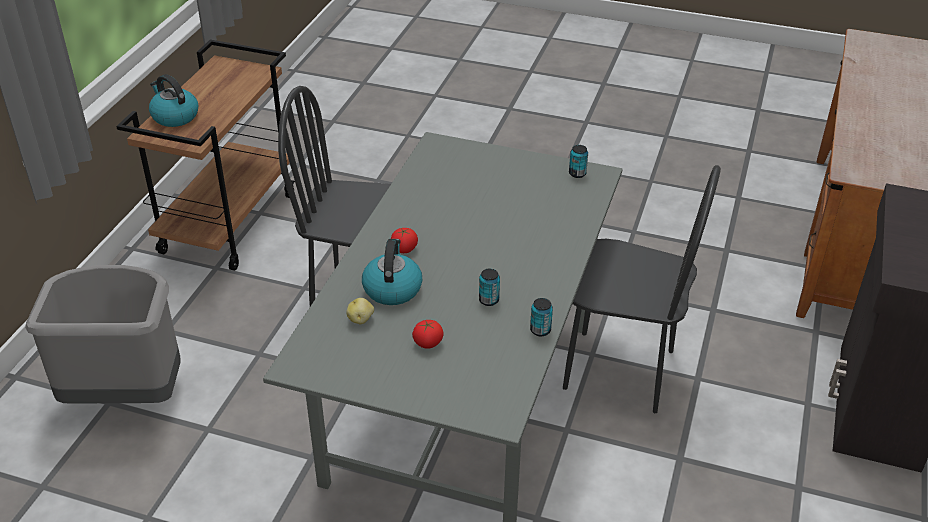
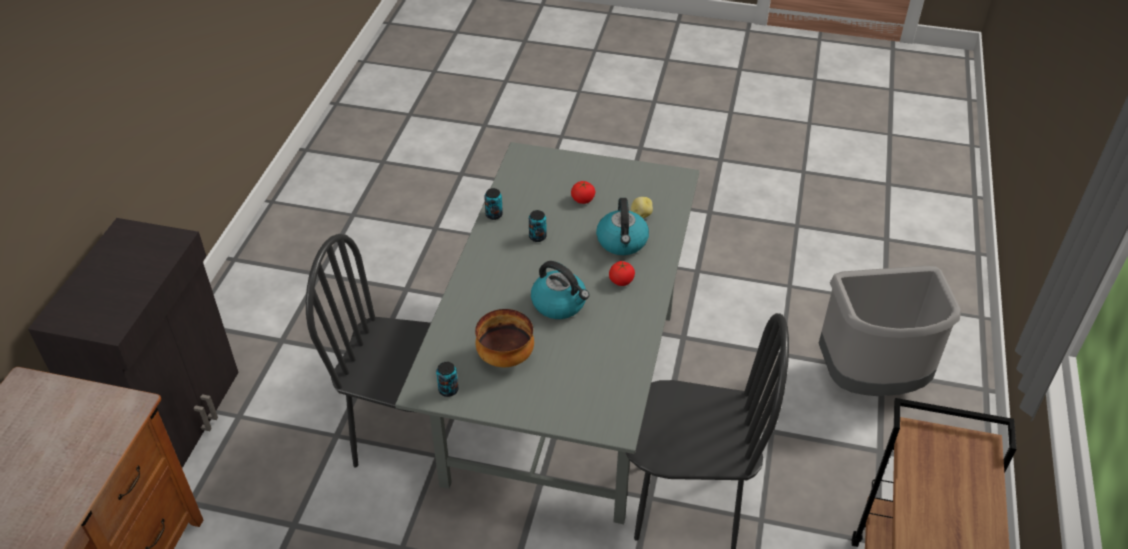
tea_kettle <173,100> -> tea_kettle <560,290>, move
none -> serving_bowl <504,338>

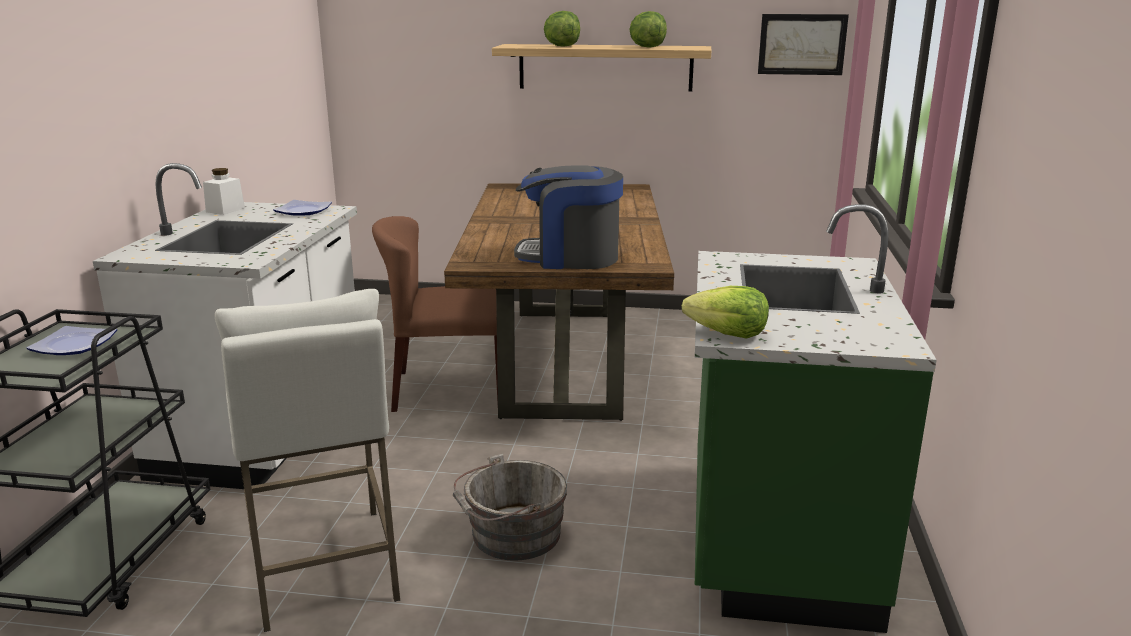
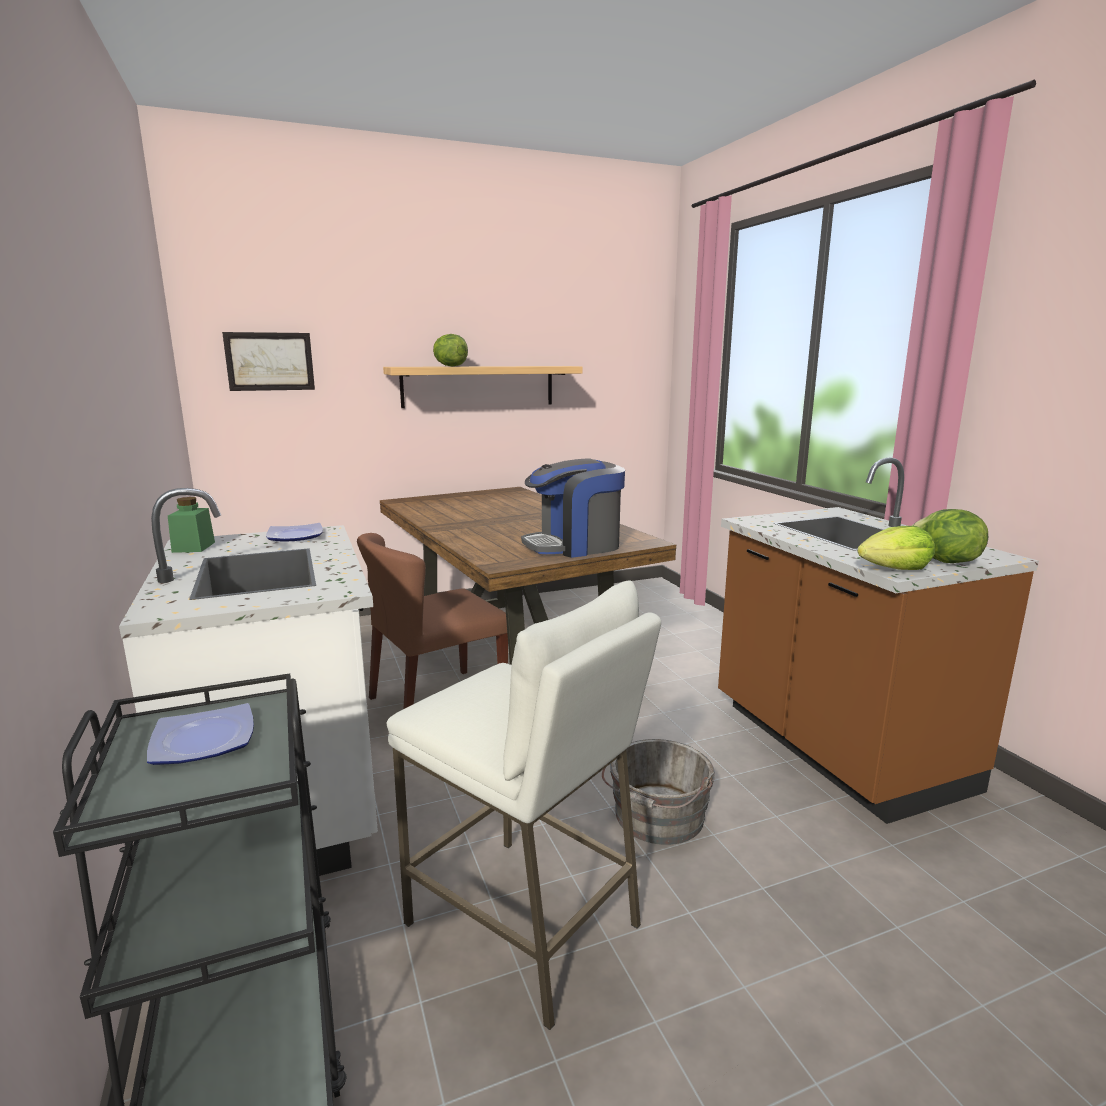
head_of_lettuce <648,29> -> head_of_lettuce <950,536>, move
wall_picture <803,44> -> wall_picture <268,361>, move
white-coloured_jar <224,191> -> green_jar <191,525>
green_kitchen_counter <816,418> -> brown-coloured_kitchen_counter <878,640>

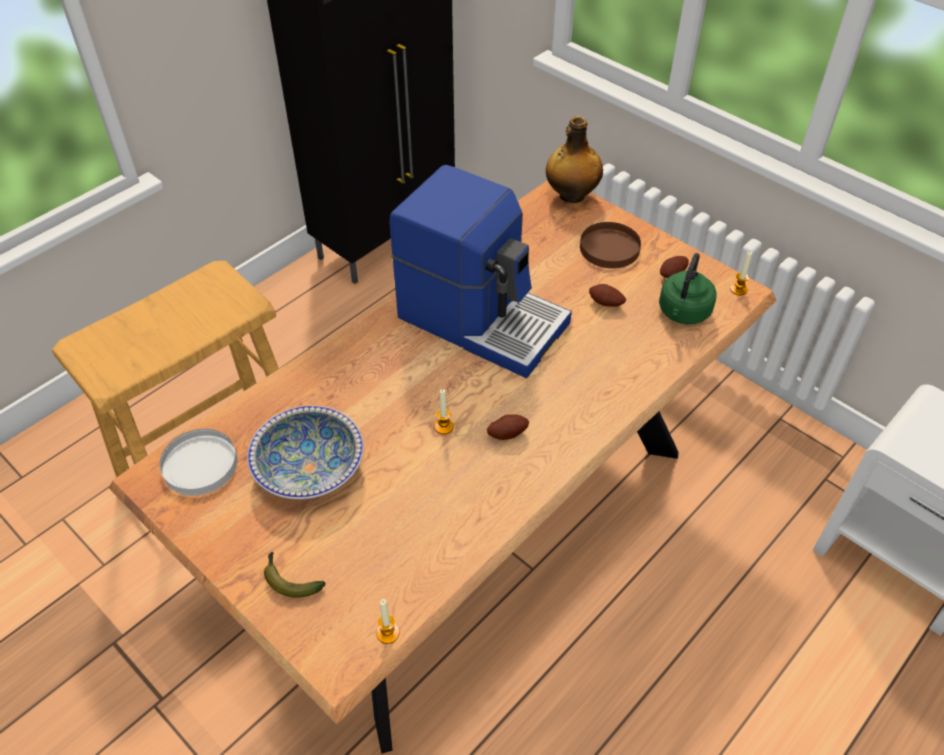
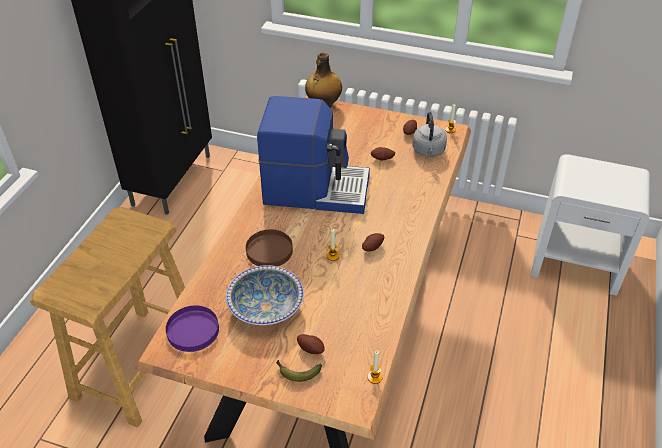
brown-coloured_dinner_plate <610,245> -> brown-coloured_dinner_plate <269,247>, move
green_tea_kettle <688,288> -> gray_tea_kettle <429,134>
white-coloured_dinner_plate <198,462> -> purple_dinner_plate <192,329>
none -> potato <311,344>

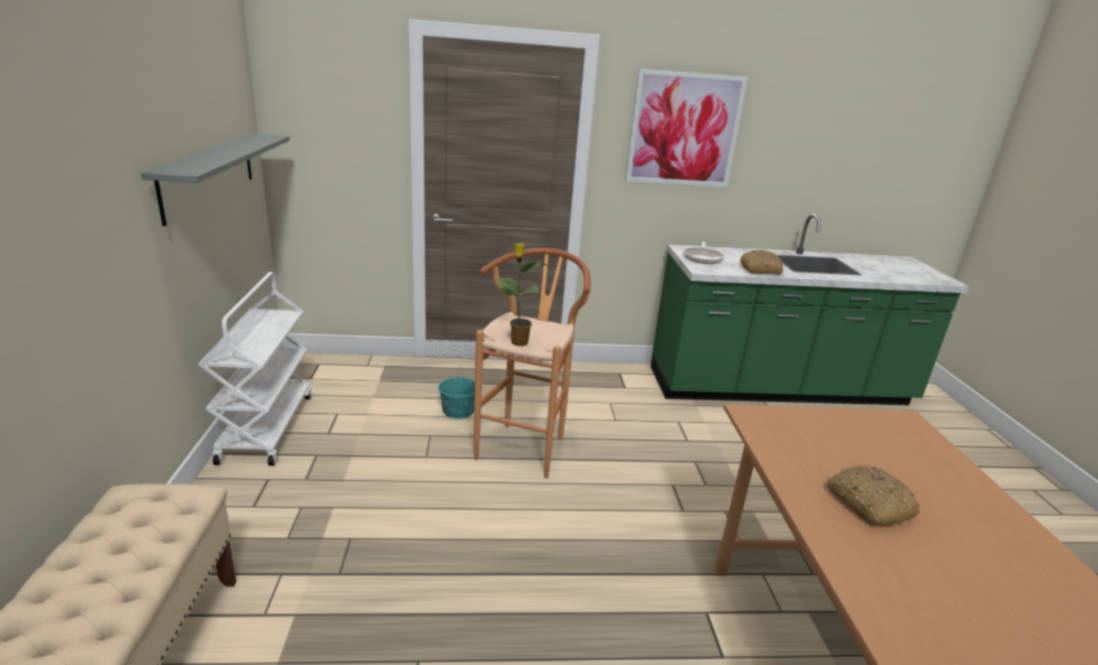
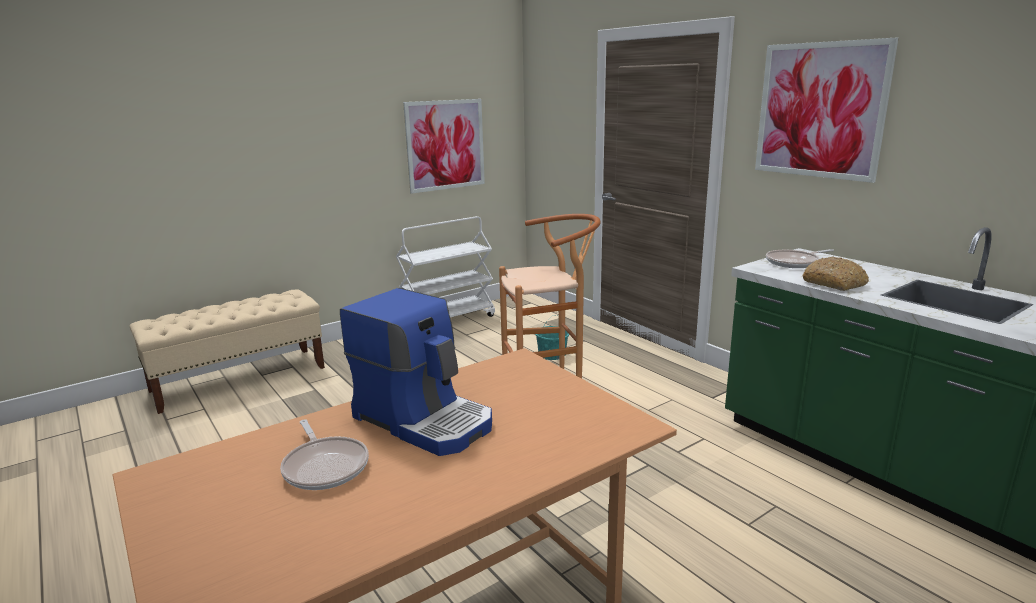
gray_bracket_shelf <215,180> -> wall_picture <444,146>
plant_in_a_pot <521,294> -> none
bread <873,495> -> coffee_maker <416,372>
none -> skillet <324,454>

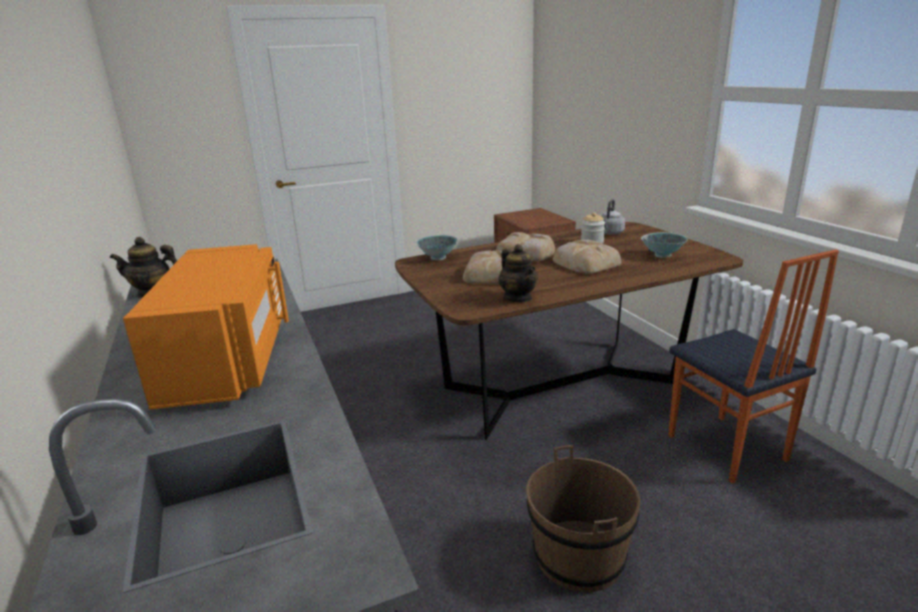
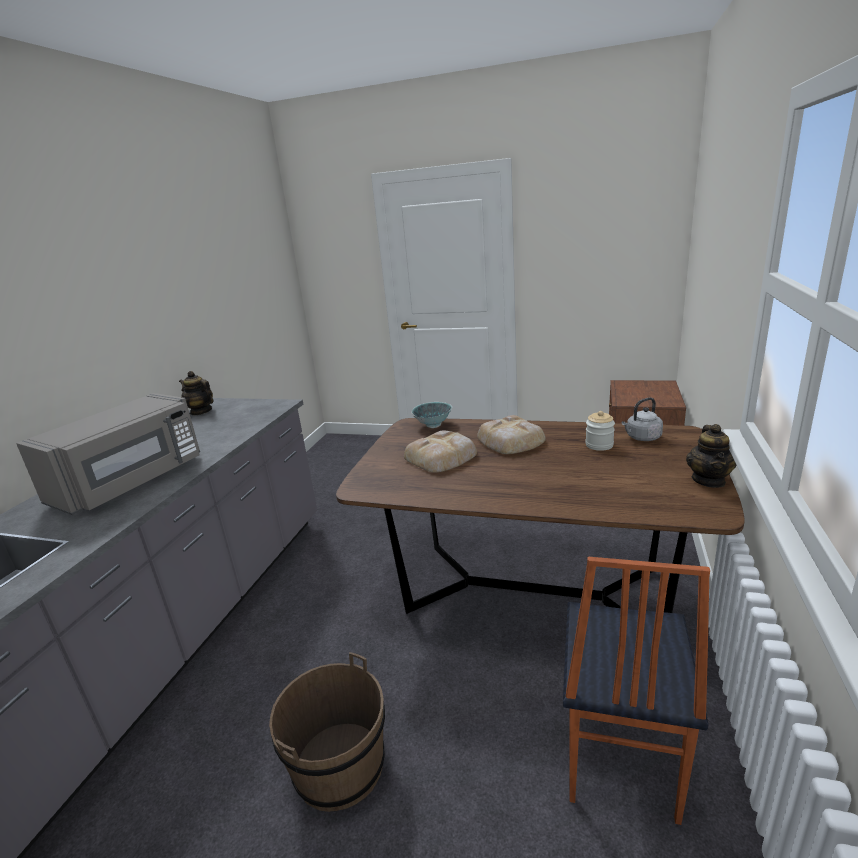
serving_bowl <664,245> -> none
bread <587,256> -> none
orange_microwave <206,327> -> gray_microwave <108,454>
pot_for_tea <518,273> -> pot_for_tea <711,456>, move

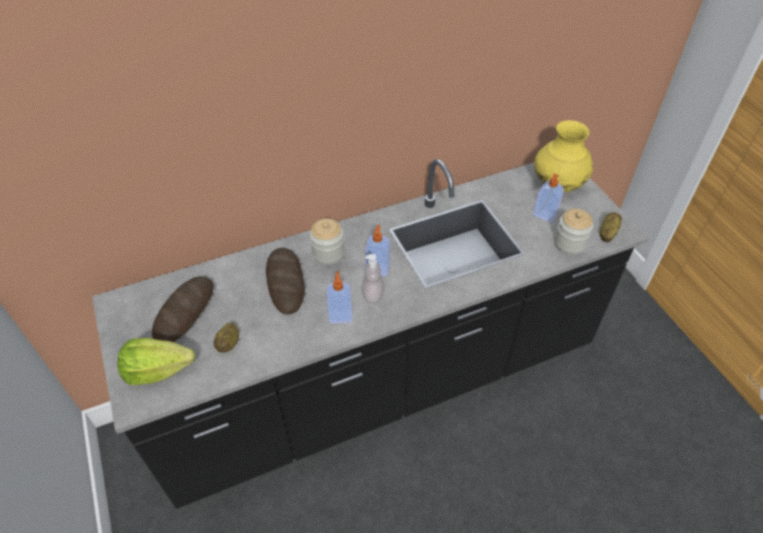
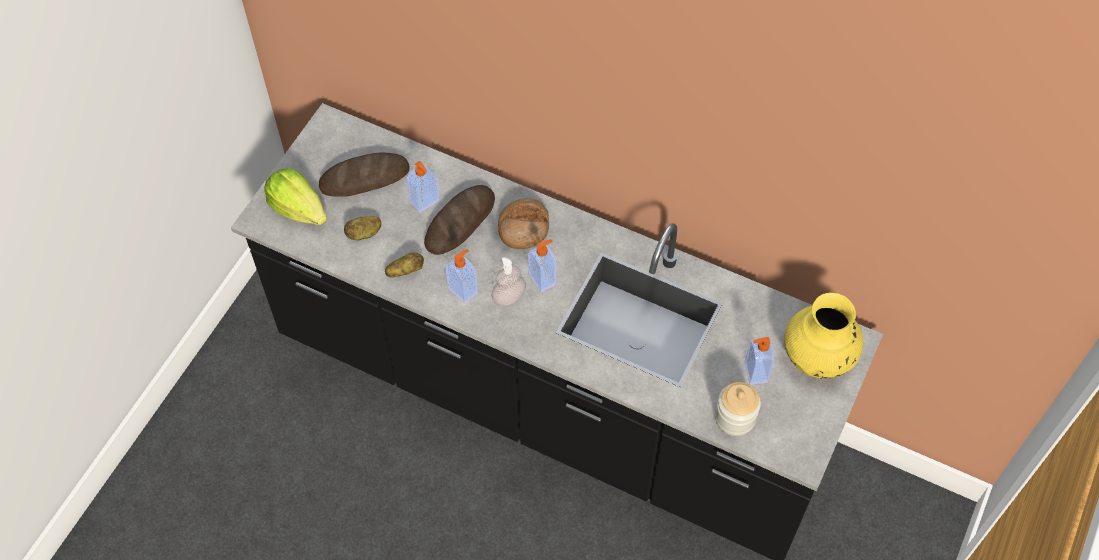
potato <611,227> -> potato <404,265>, move
jar <327,242> -> bread <523,223>
none -> soap_dispenser <423,187>

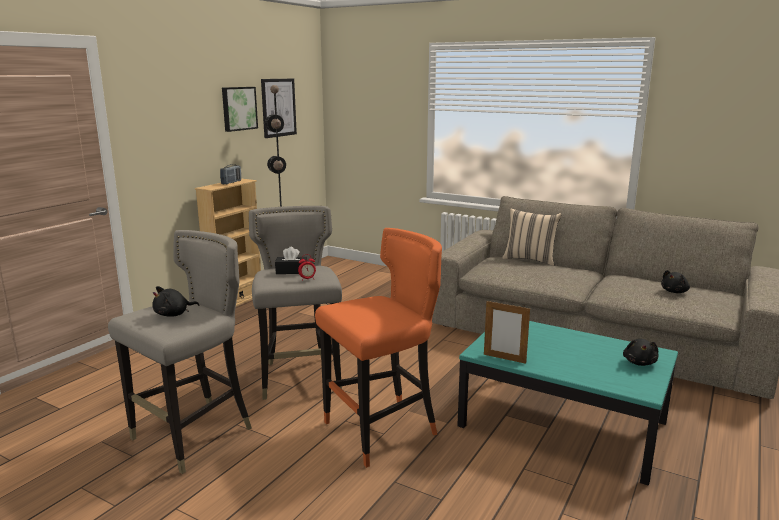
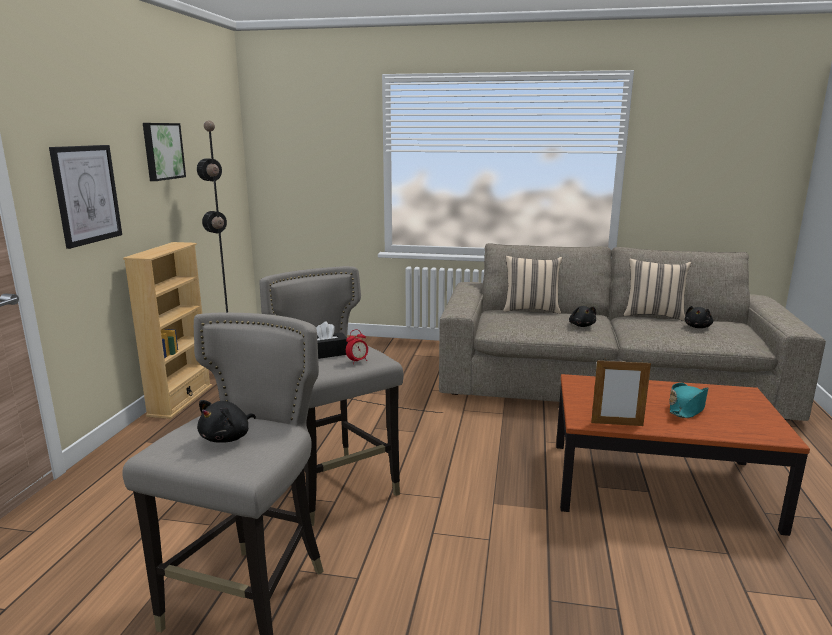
wall_picture <279,108> -> wall_picture <85,197>, move
radio <230,174> -> none
orange_sitting_stool <378,348> -> none
turquoise-coloured_lounge_table <567,403> -> brown-coloured_lounge_table <683,455>
blackish_plush_toy <641,352> -> blackish_plush_toy <582,316>, move
none -> beige_pillow <657,290>
none -> turquoise-coloured_clothing_hat <688,400>

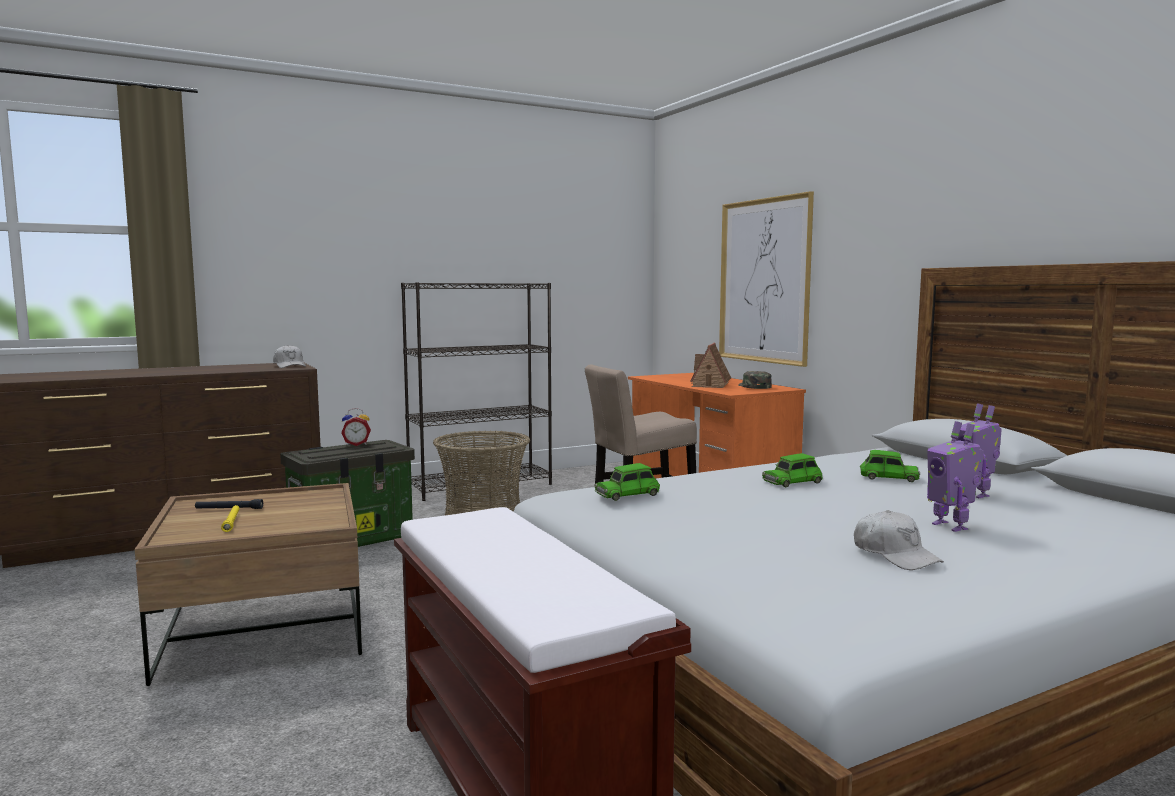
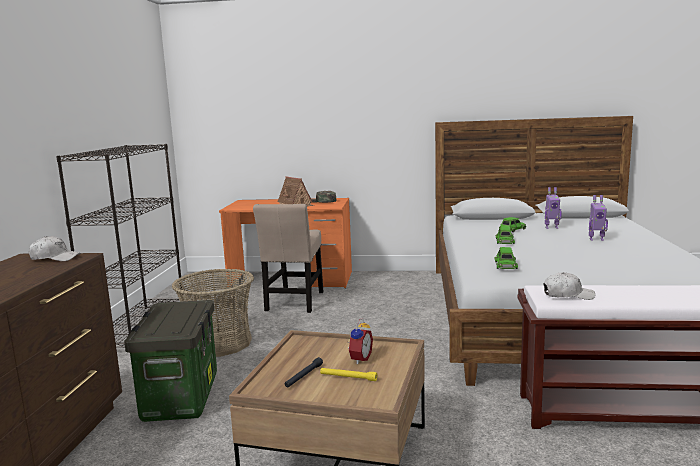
wall_picture <766,279> -> none
table_clock <356,427> -> table_clock <360,341>, move
white-coloured_peaked_cap <899,540> -> white-coloured_peaked_cap <569,286>, move

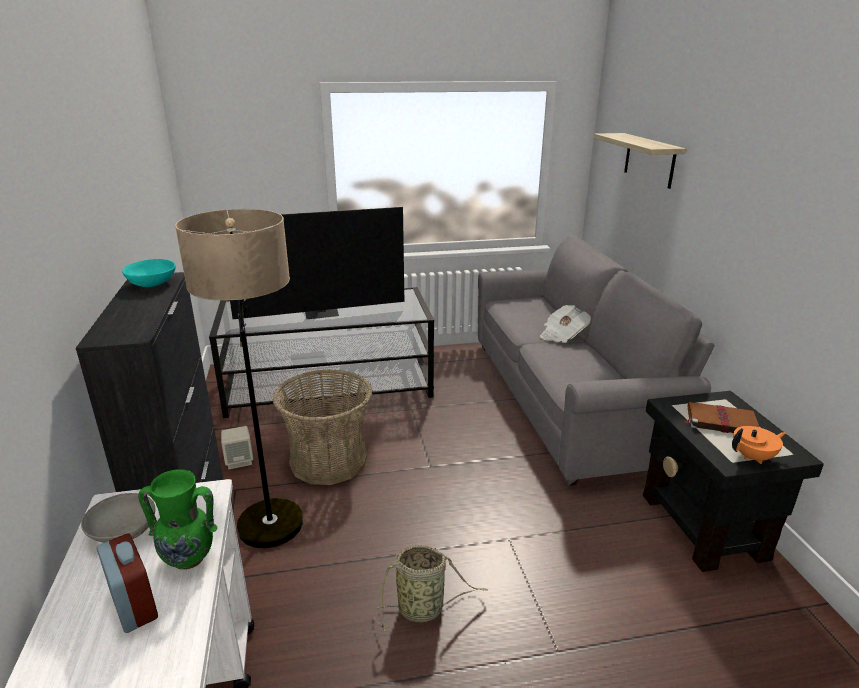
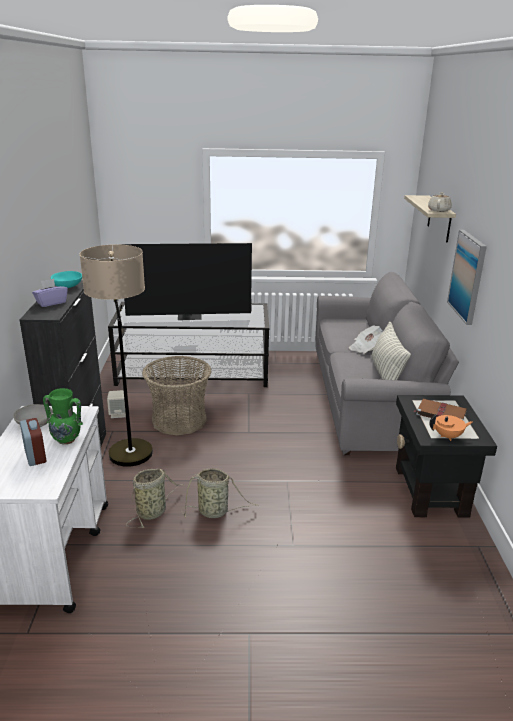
none -> beige_pot_for_tea <440,202>
none -> wall_picture <467,277>
none -> purple_tissue_holder <50,293>
none -> pillow <391,351>
none -> storage_basket <155,498>

